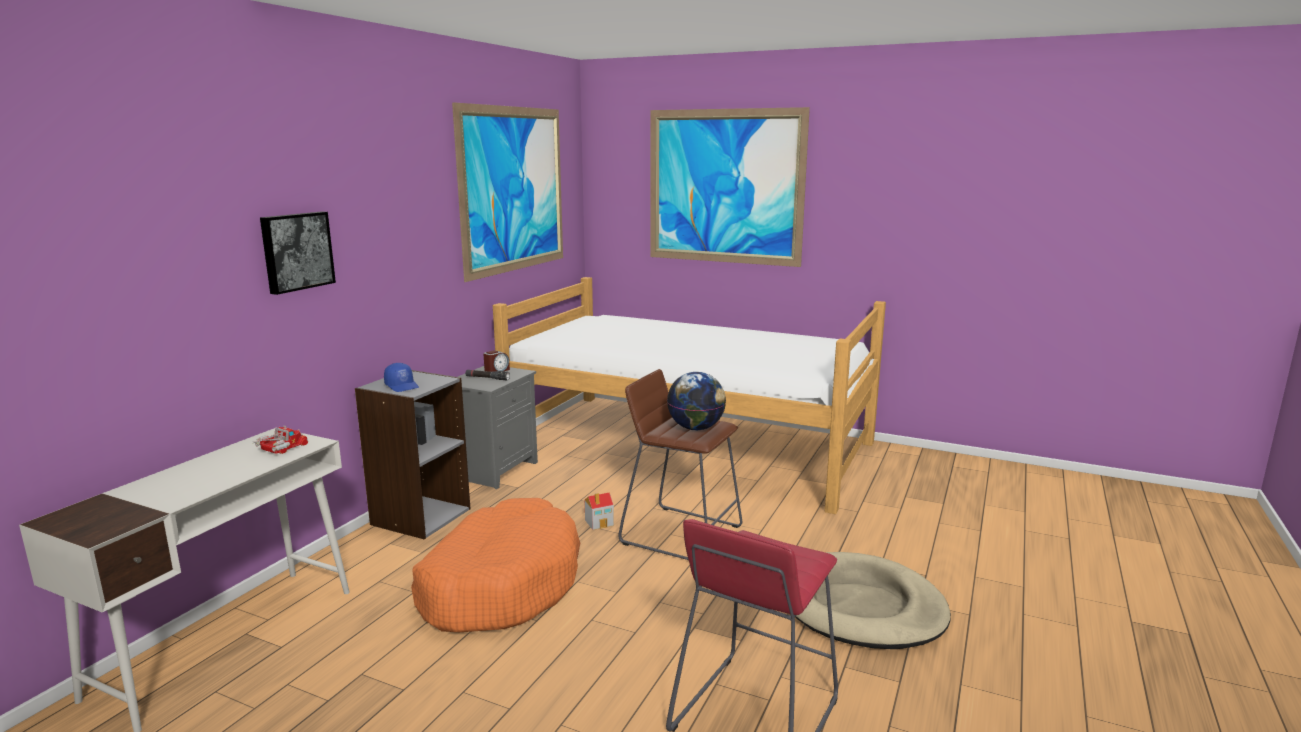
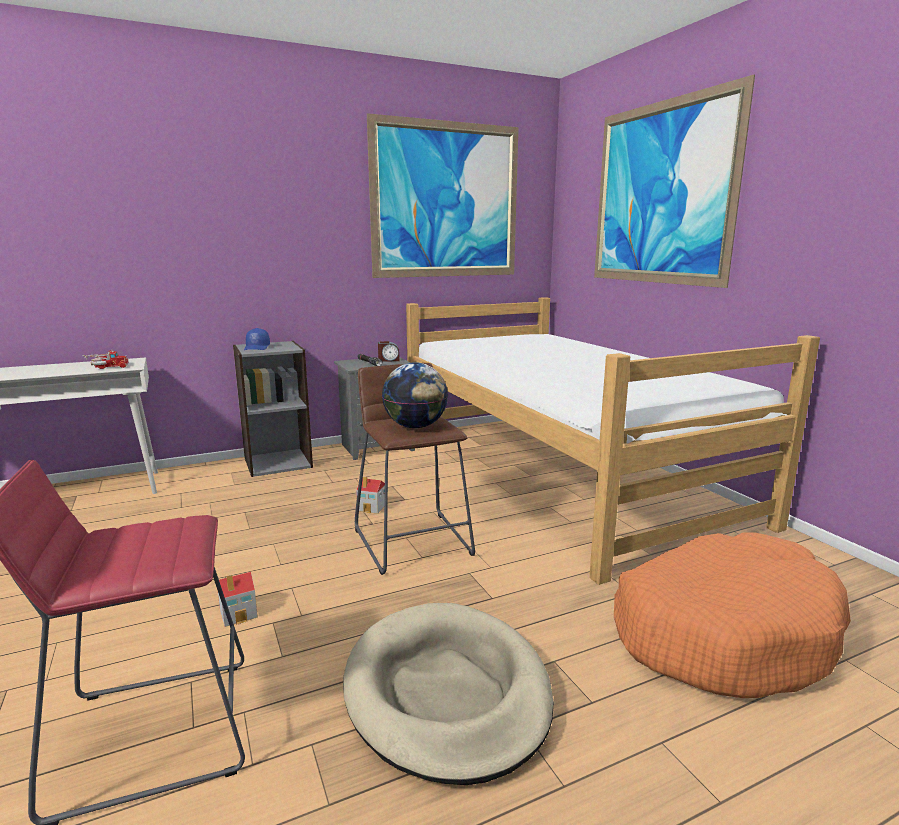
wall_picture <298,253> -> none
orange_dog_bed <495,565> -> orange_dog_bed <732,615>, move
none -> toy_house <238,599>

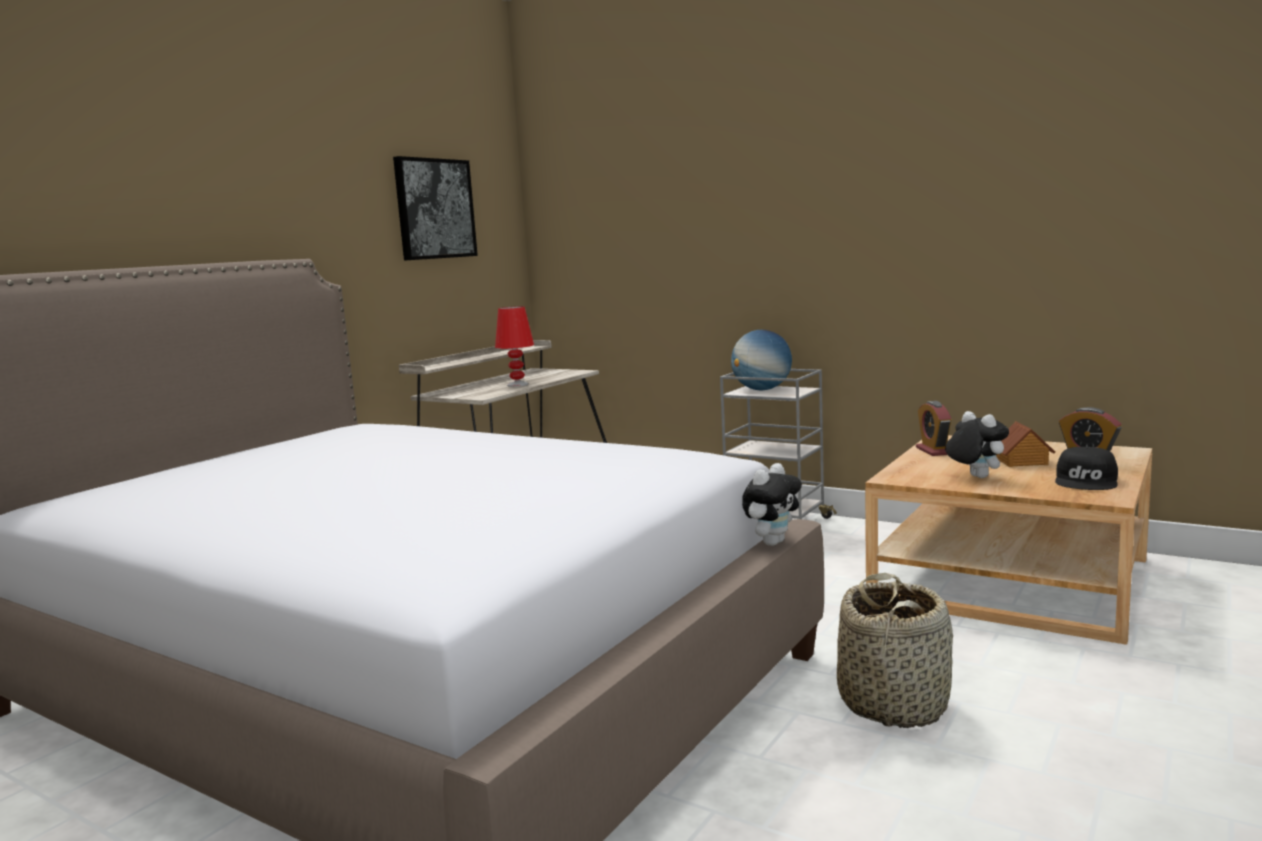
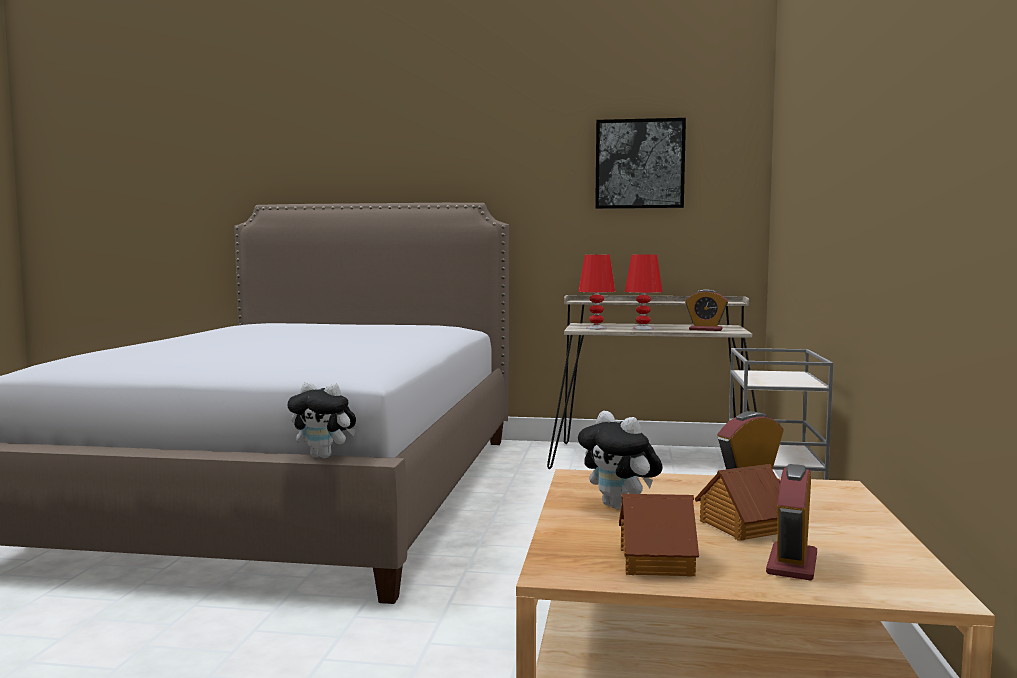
globe <761,360> -> none
plush_toy <977,444> -> plush_toy <620,460>, 105 degrees clockwise
blackish_peaked_cap <1086,468> -> toy_house <659,535>
storage_basket <895,650> -> none
none -> red-coloured_tabletop_lamp <596,292>
none -> table_clock <706,310>

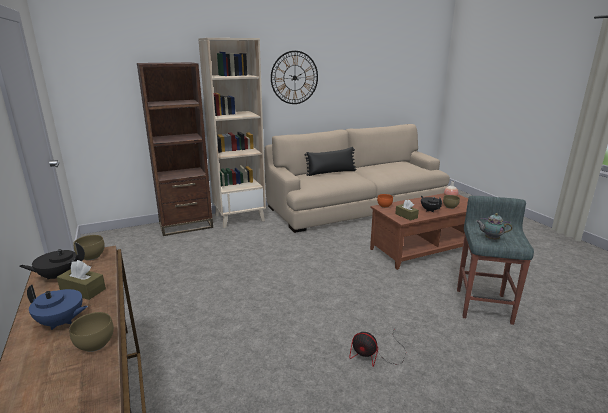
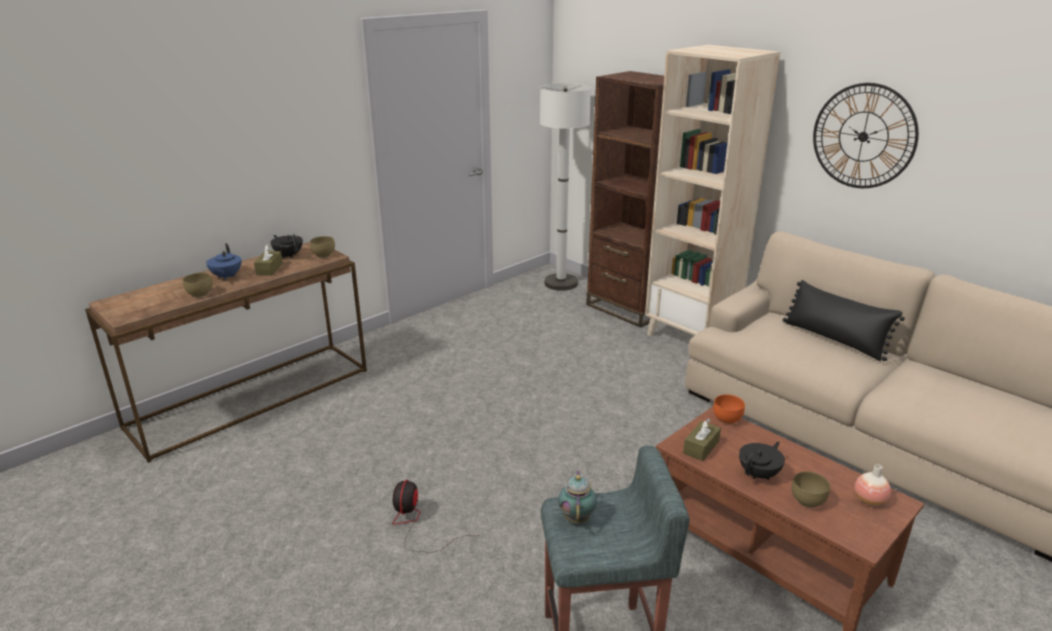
none -> white-coloured_floor_lamp <565,187>

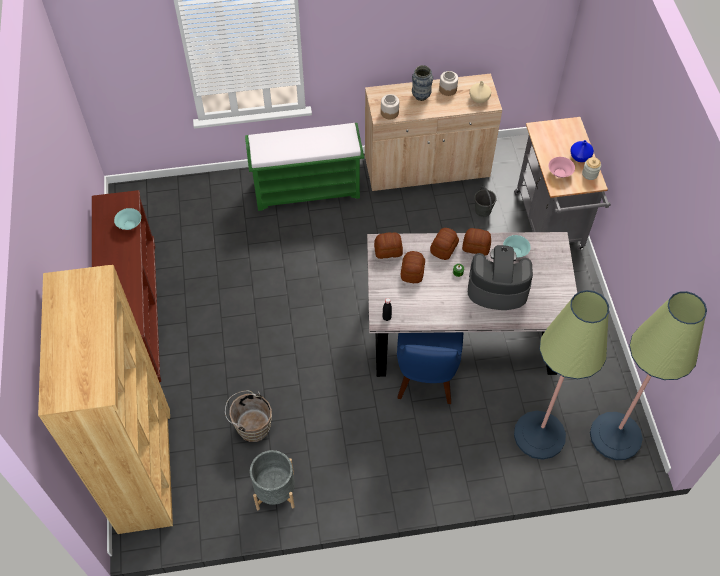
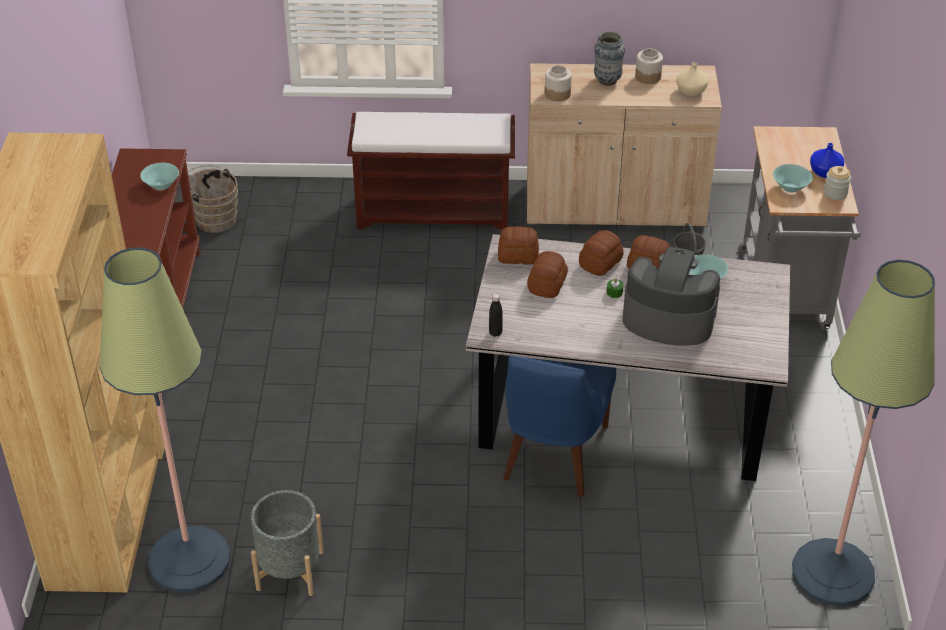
green_indoor_bench <304,167> -> brown-coloured_indoor_bench <431,171>
pink_serving_bowl <561,167> -> turquoise-coloured_serving_bowl <792,178>
floor_lamp <561,375> -> floor_lamp <164,420>, move
brown-coloured_pail <248,416> -> brown-coloured_pail <213,199>, move

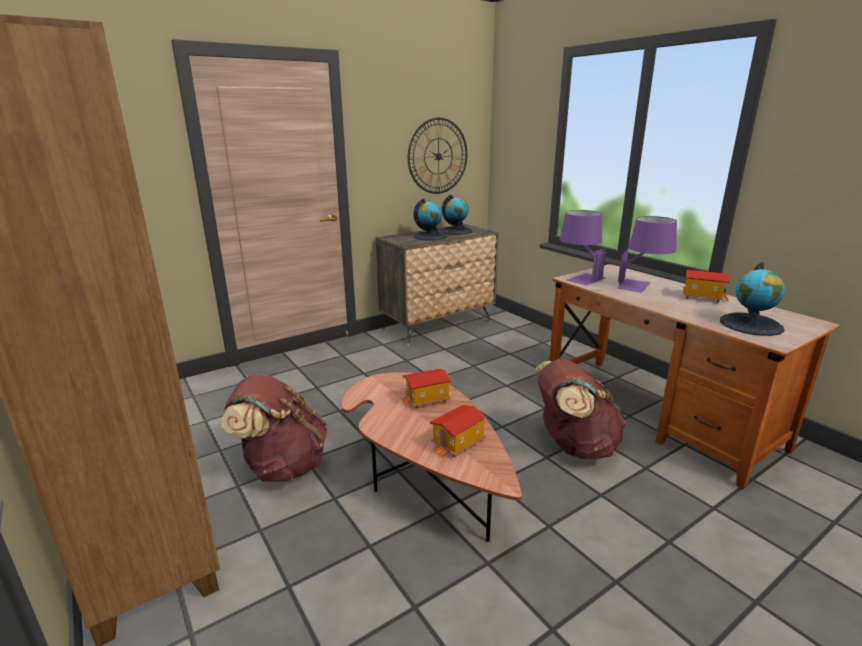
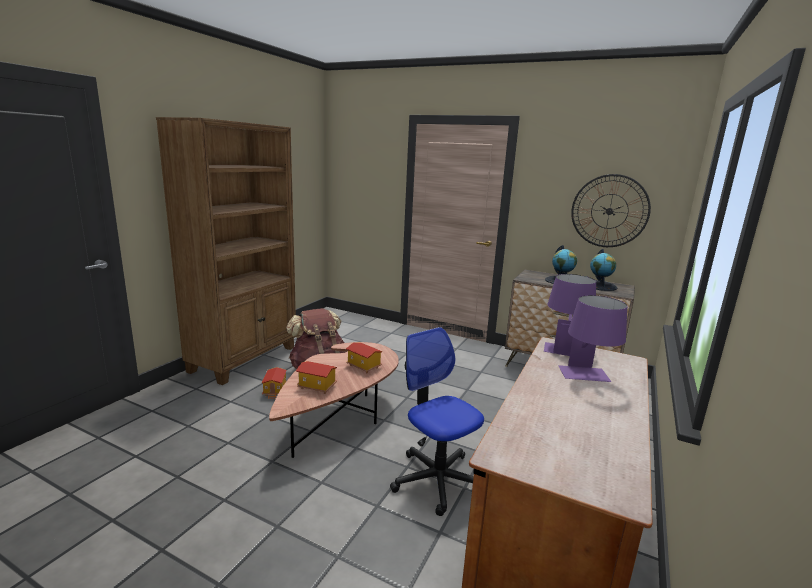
globe <752,299> -> none
toy_house <706,286> -> toy_house <274,383>, move
brown-coloured_knapsack <580,409> -> office_chair <437,421>

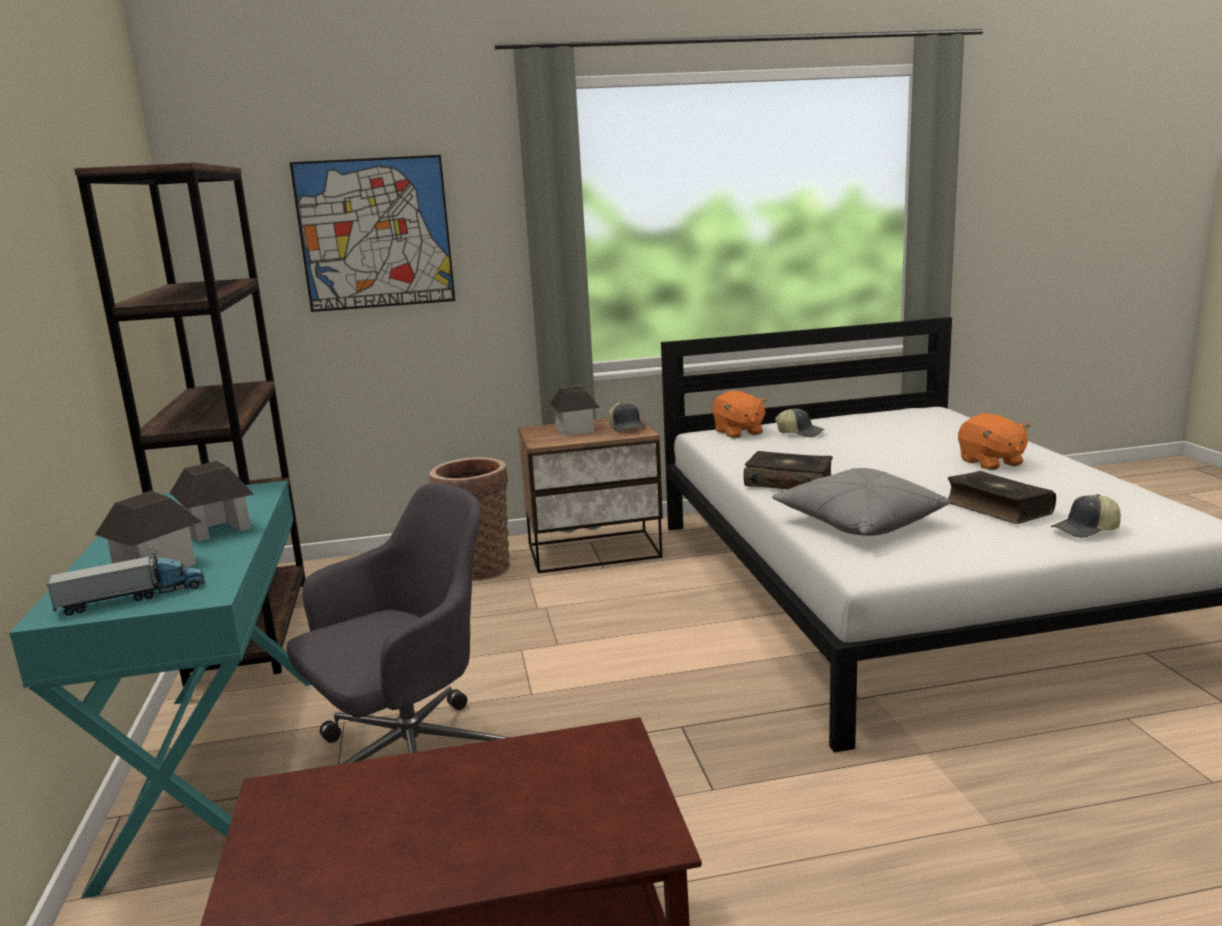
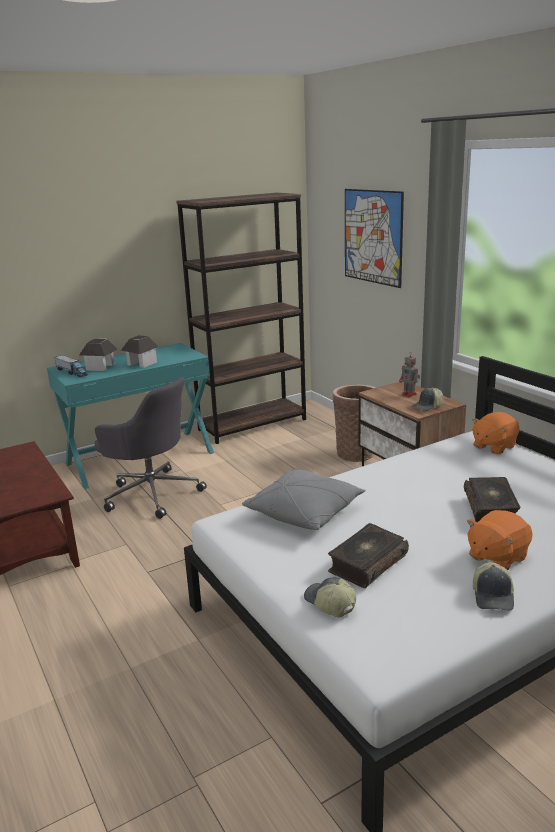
toy_house <574,410> -> model_robot <409,375>
peaked_cap <800,422> -> peaked_cap <493,586>, move
book <788,470> -> book <492,499>, move

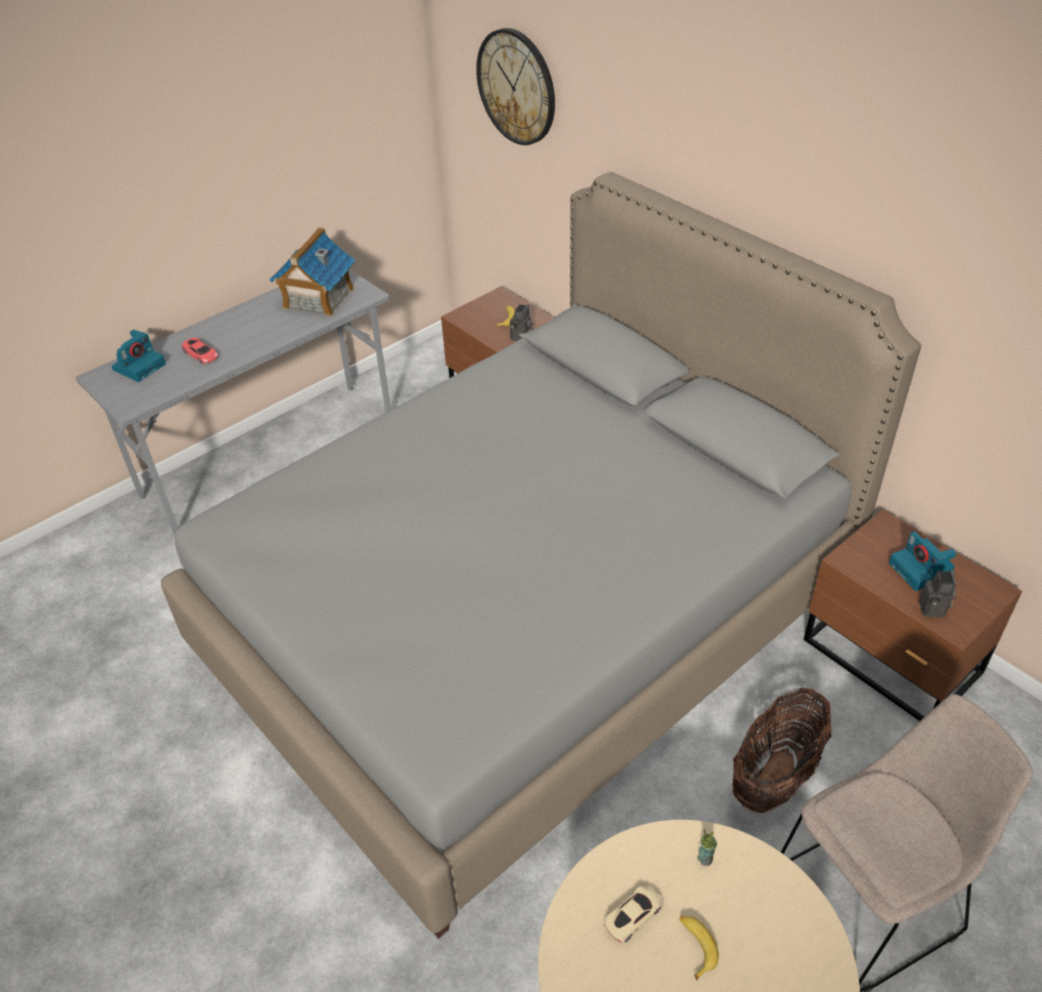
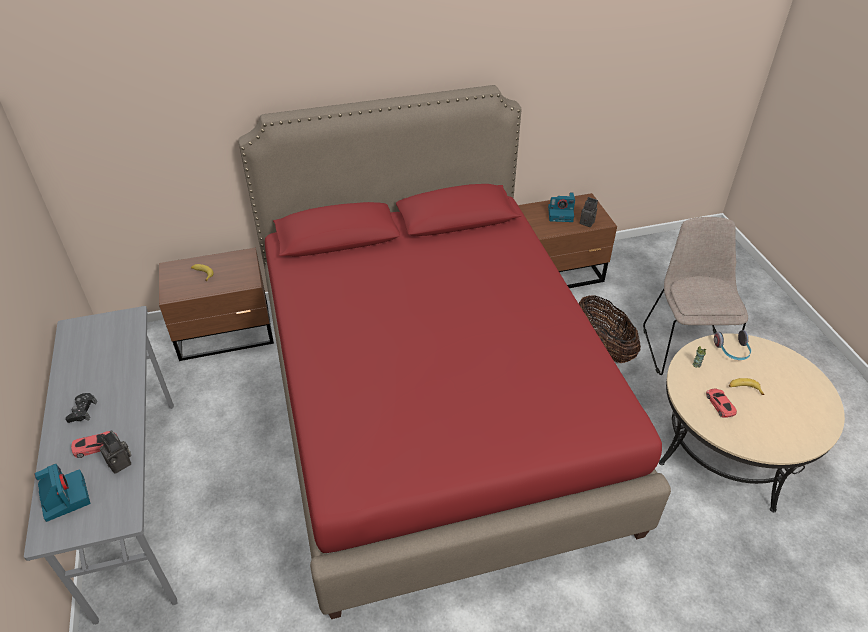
wall_clock <515,86> -> none
gray_sleeping_bed <541,555> -> red-coloured_sleeping_bed <454,352>
toy_house <312,272> -> none
still_camera <521,322> -> still_camera <115,452>, move
beige_model_car <634,914> -> red-coloured_model_car <721,403>
none -> headset <732,345>
none -> blackish_gamepad <81,408>

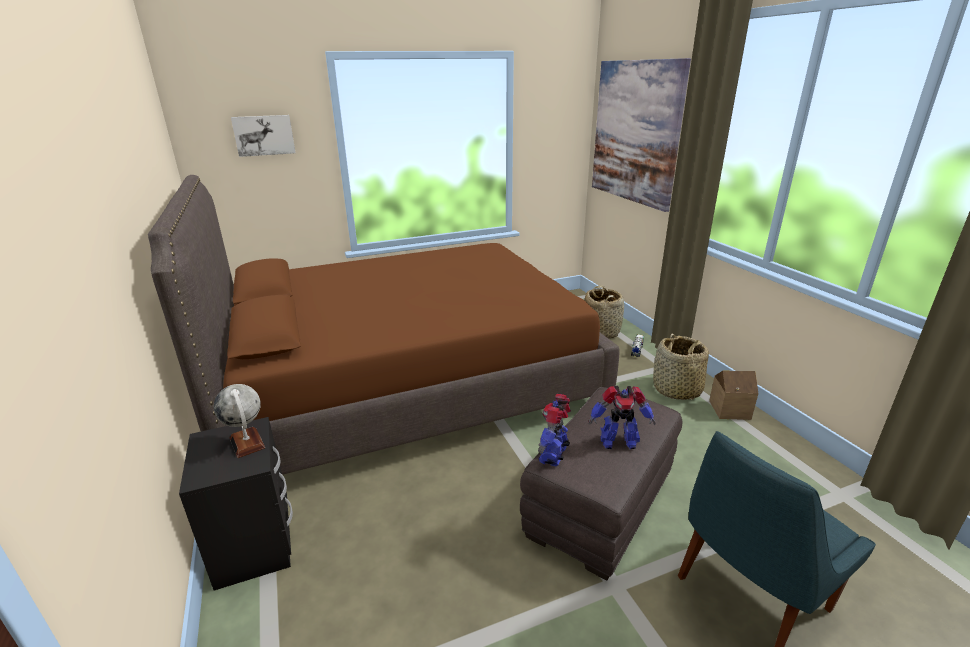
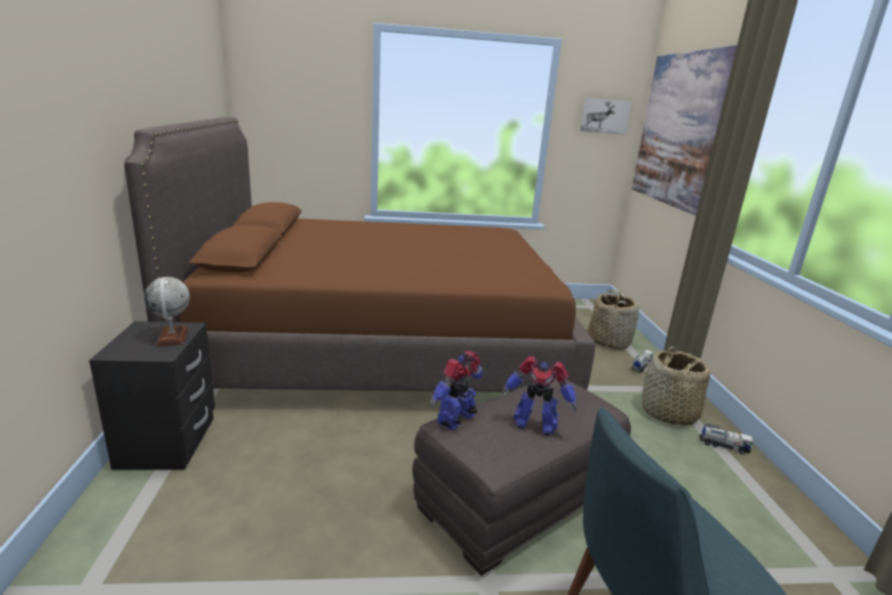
wall_picture <263,136> -> wall_picture <606,116>, move
toy_house <733,395> -> toy_truck <726,438>

